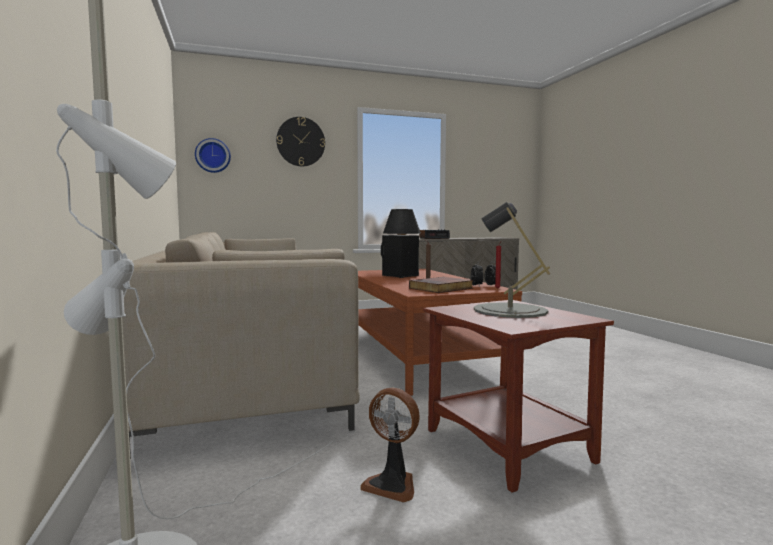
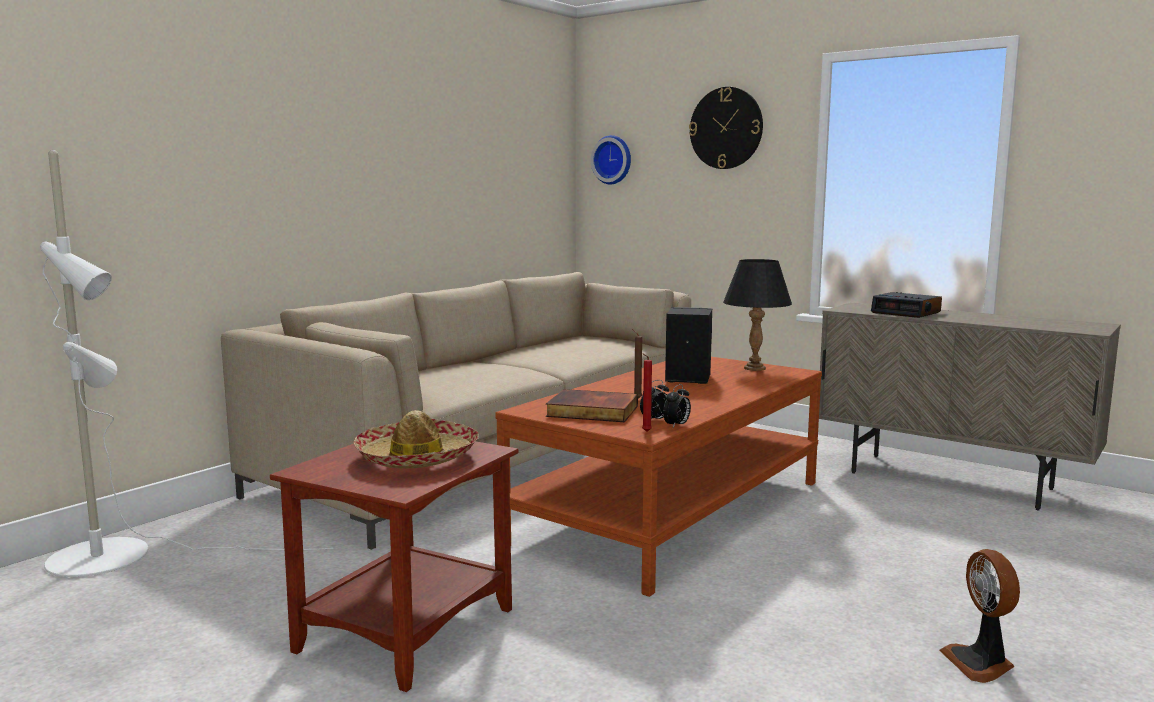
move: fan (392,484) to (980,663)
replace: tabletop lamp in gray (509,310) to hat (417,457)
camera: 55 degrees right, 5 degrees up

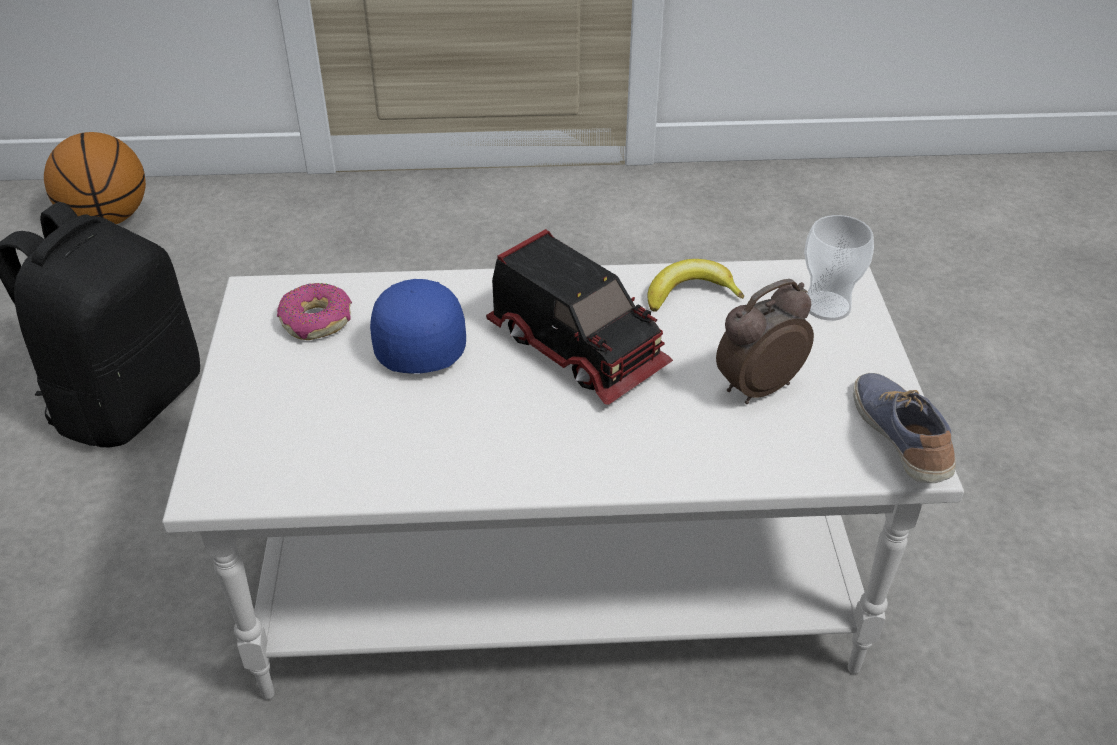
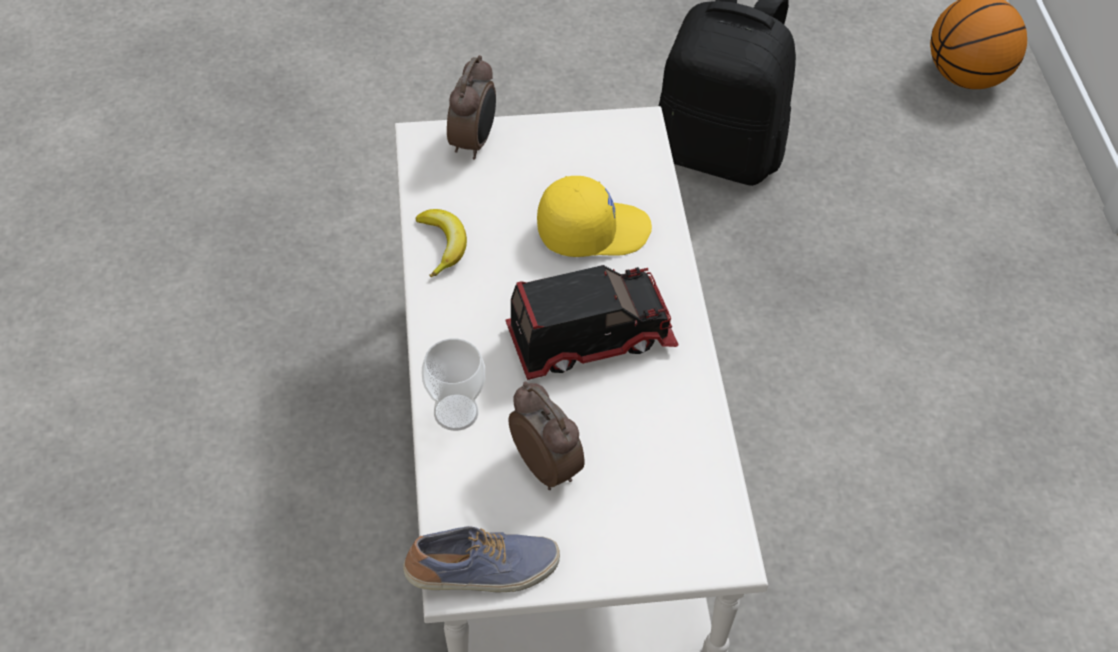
delete: ring doughnut (317,321)
insert: alarm clock (474,142)
move: banana fruit (690,293) to (442,245); drinking cup (827,306) to (456,412)
recolor: baseball cap in bluish (418,337) to baseball cap in yellowish (592,230)
rotate: toy truck (578,347) = (590,337) 150 degrees counterclockwise
camera: 85 degrees right, 10 degrees up

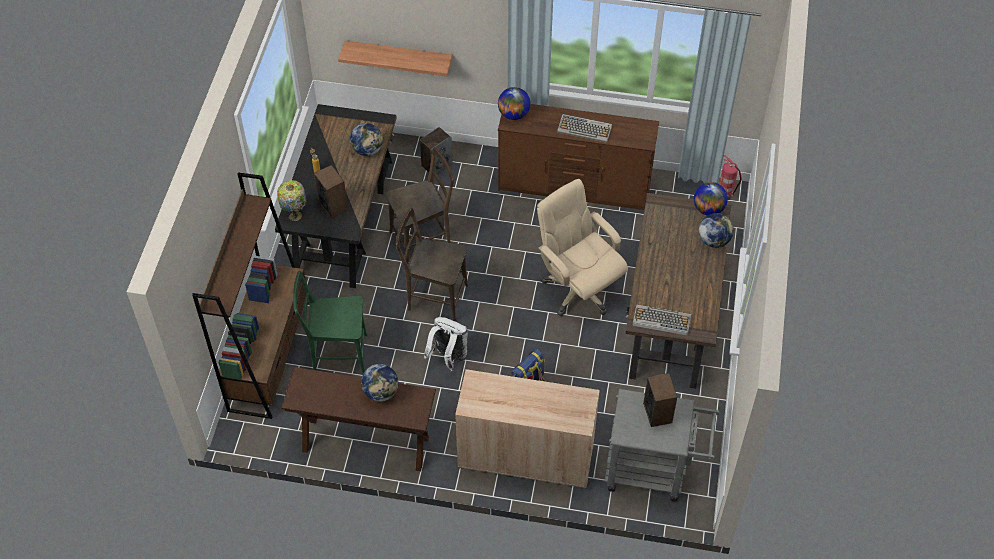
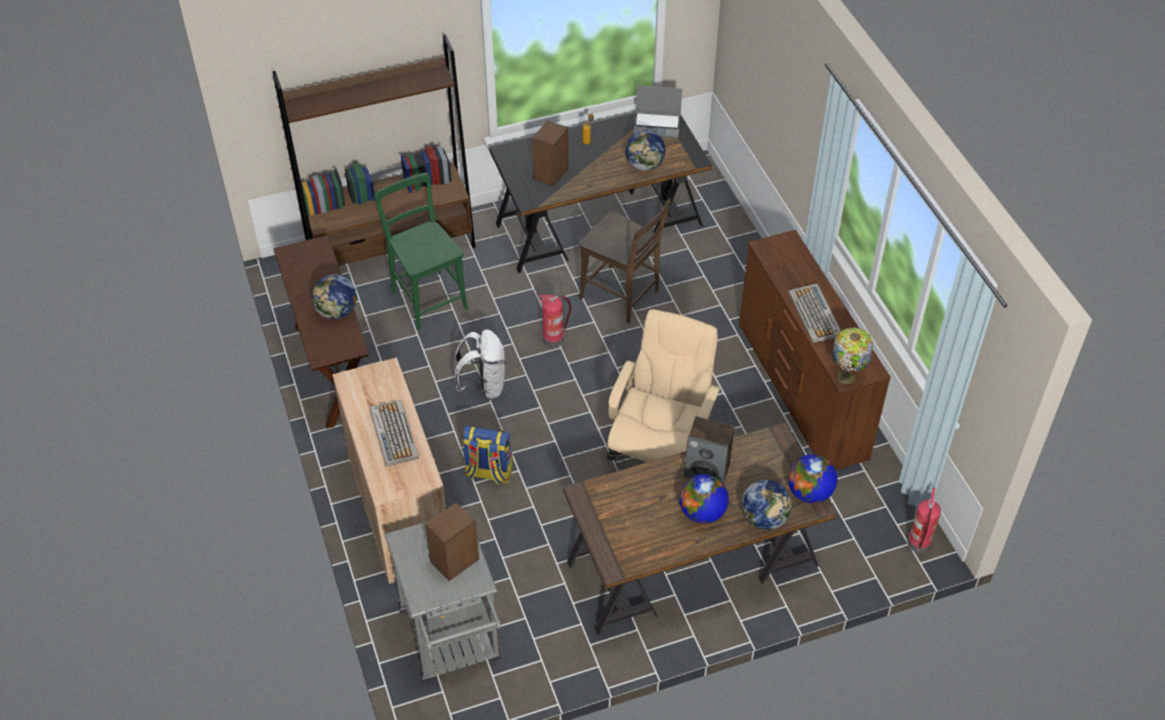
delete: wall shelf (398,56)
insert: notebook computer (657,125)
move: computer keyboard (661,320) to (393,433); globe (513,114) to (702,513); speaker (436,164) to (707,470); tabletop lamp (295,215) to (847,377)
replace: upright chair in brownish (434,296) to fire extinguisher (554,339)
camera: 60 degrees right, 5 degrees down

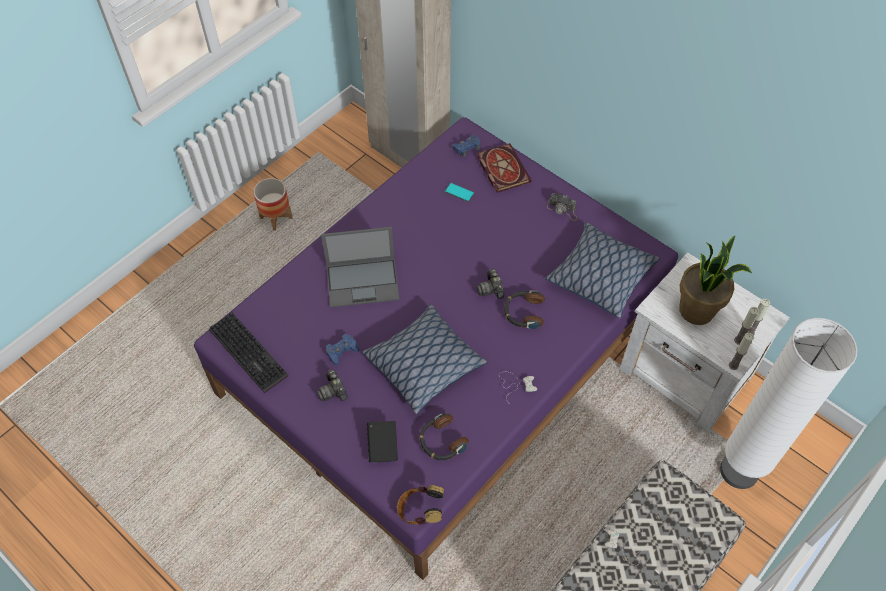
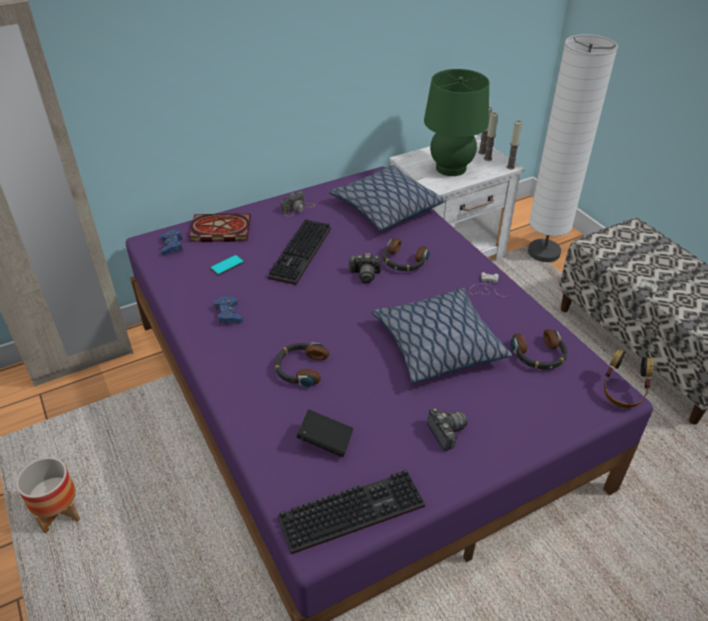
insert: computer keyboard (302,254)
move: joypad in bluish (342,351) to (228,314); book in black-coloured (383,446) to (325,442)
replace: notebook computer (363,282) to pair of headphones (300,368); houseplant (697,311) to tabletop lamp in green-coloured (451,168)
rotate: still camera (333,391) = (446,432) 105 degrees counterclockwise
camera: 70 degrees left, 15 degrees down

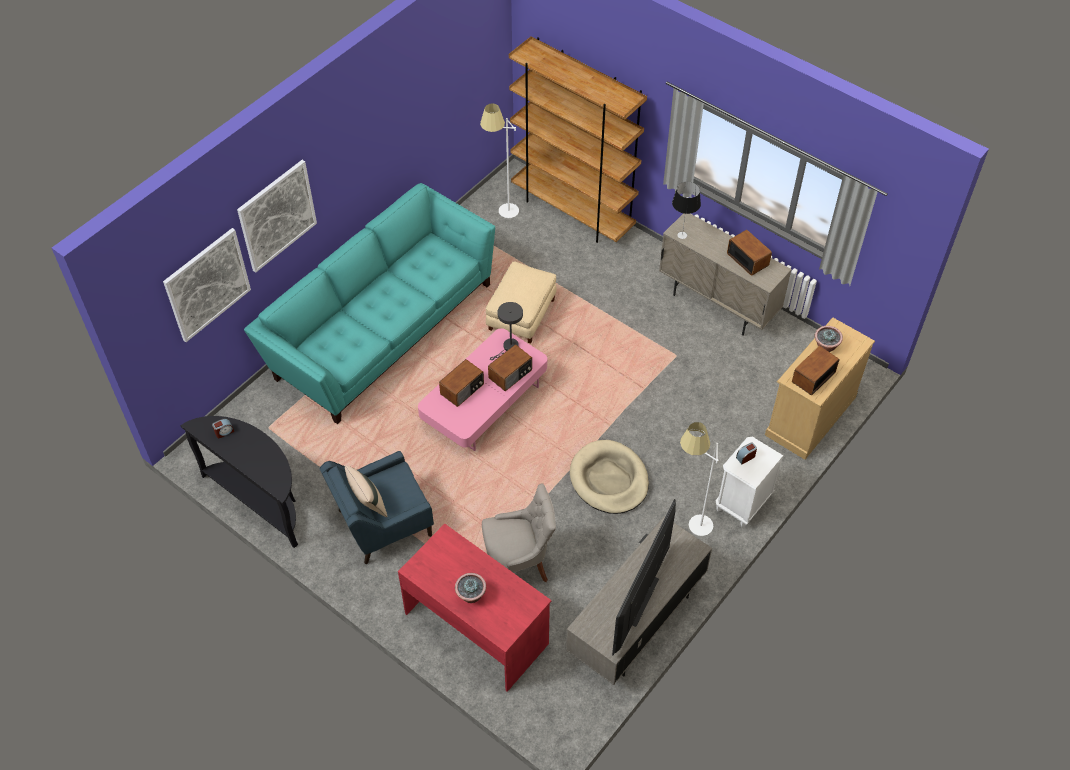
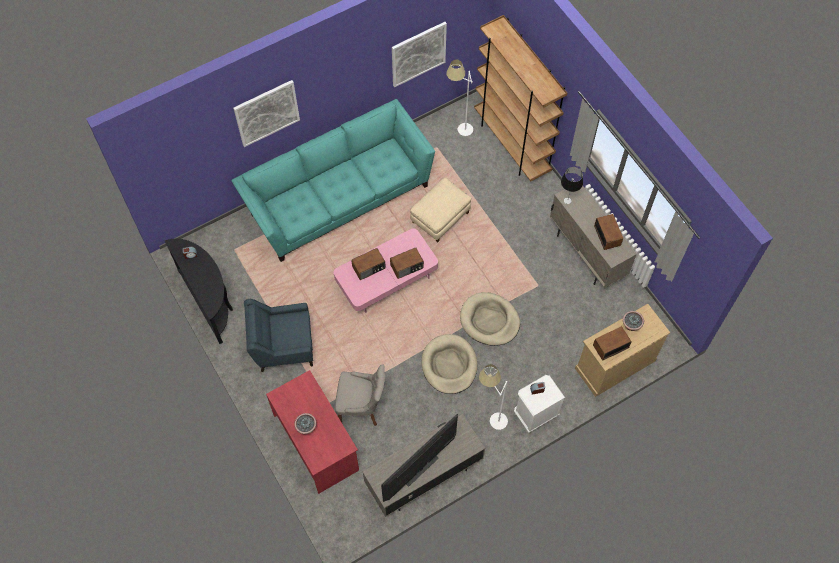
delete: cushion in beige-coloured (368,503); tabletop lamp in gray (508,348)
insert: pet bed in beige-coloured (489,320)
move: wall art (207,284) to (418,54)
camera: 20 degrees right, 10 degrees up

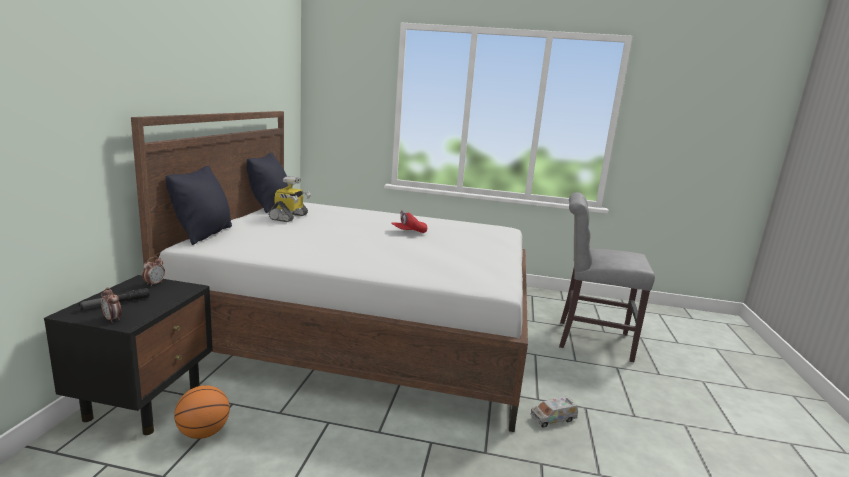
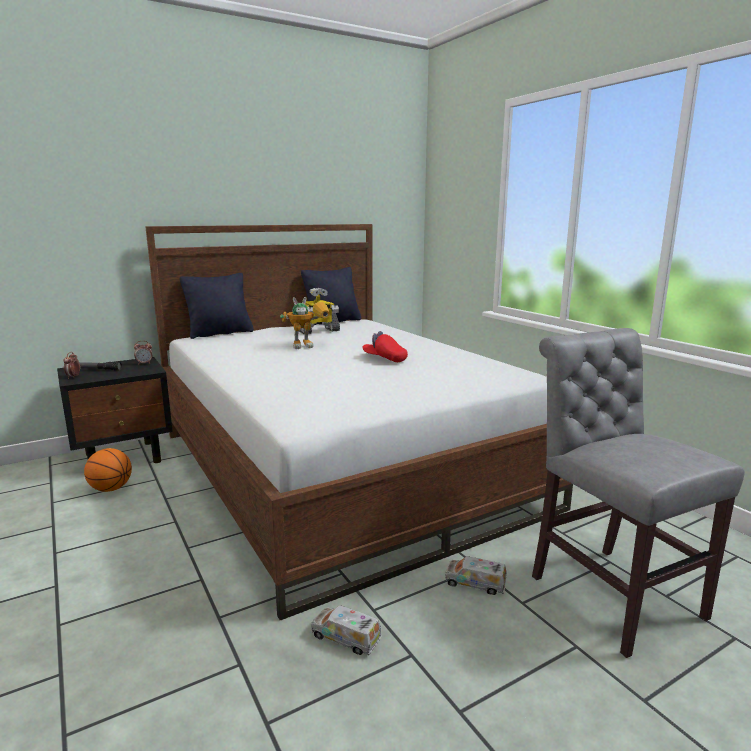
insert: toy robot (310,345); toy truck (475,583)
camera: 50 degrees right, 0 degrees up

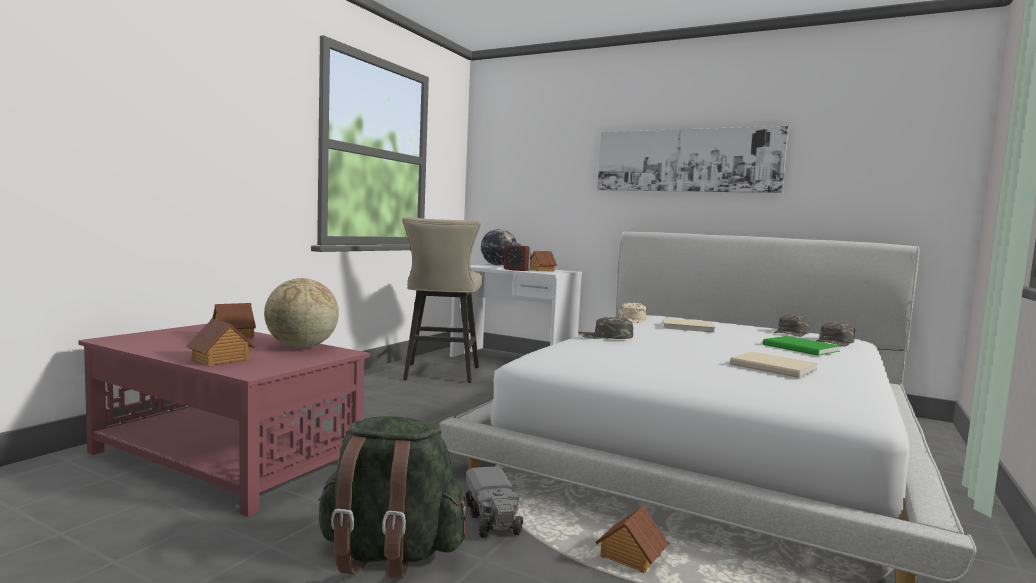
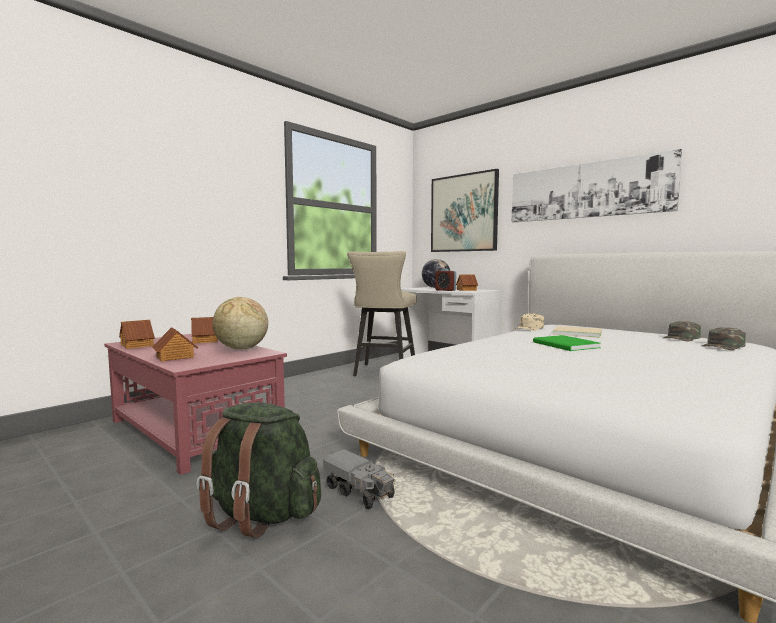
delete: baseball cap in green-coloured (605,336); book in beige-coloured (774,368)
insert: wall art (464,213)
move: model house (630,558) to (136,345); book in green-coloured (801,348) to (566,345)
rotate: toy truck (492,519) = (360,492) 45 degrees counterclockwise
camera: 15 degrees right, 0 degrees up

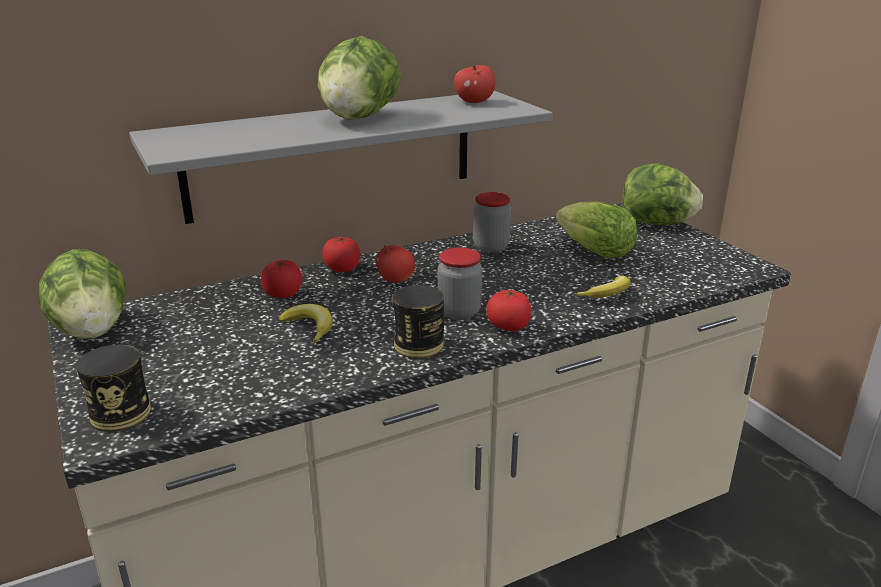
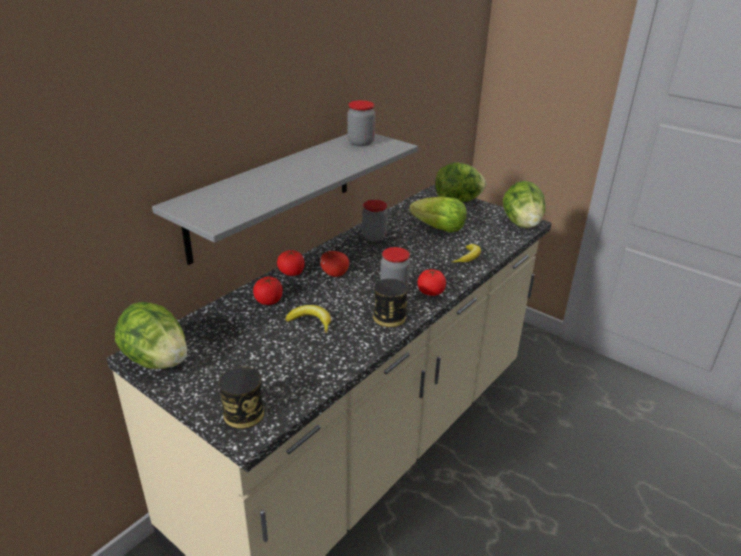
move: lettuce head (359,117) to (522,224)
replace: whole apple (474,102) to jar (360,142)
camera: 25 degrees left, 5 degrees up

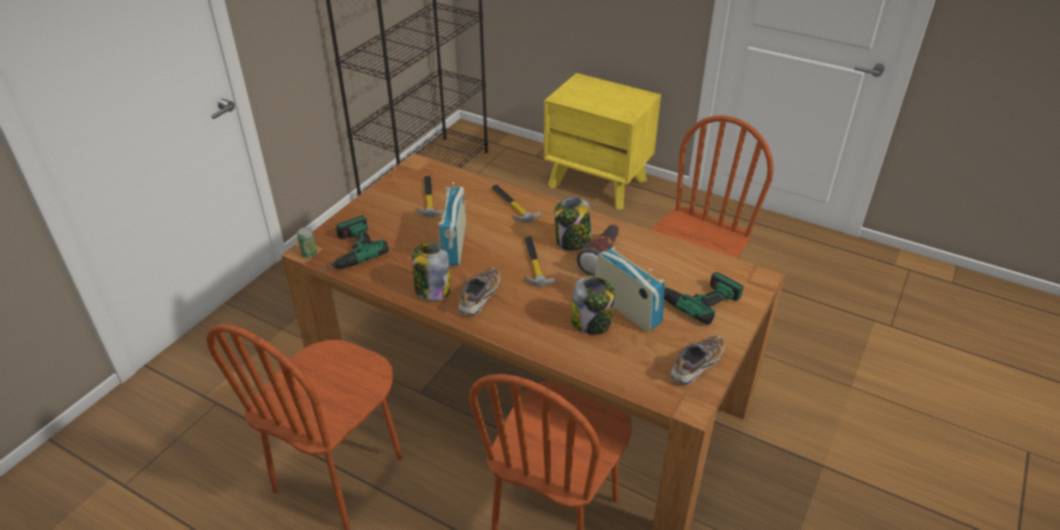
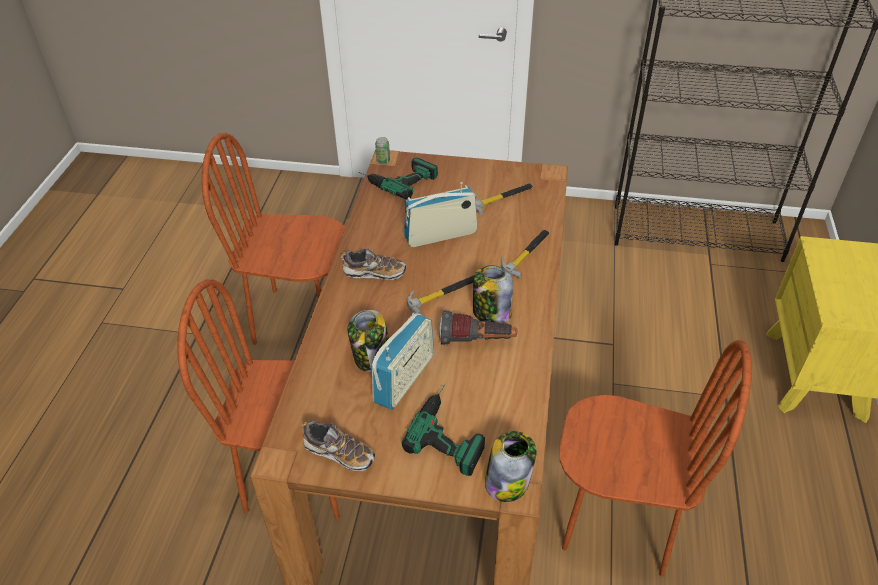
move: jar (432,290) to (507,481)
camera: 70 degrees right, 5 degrees up

